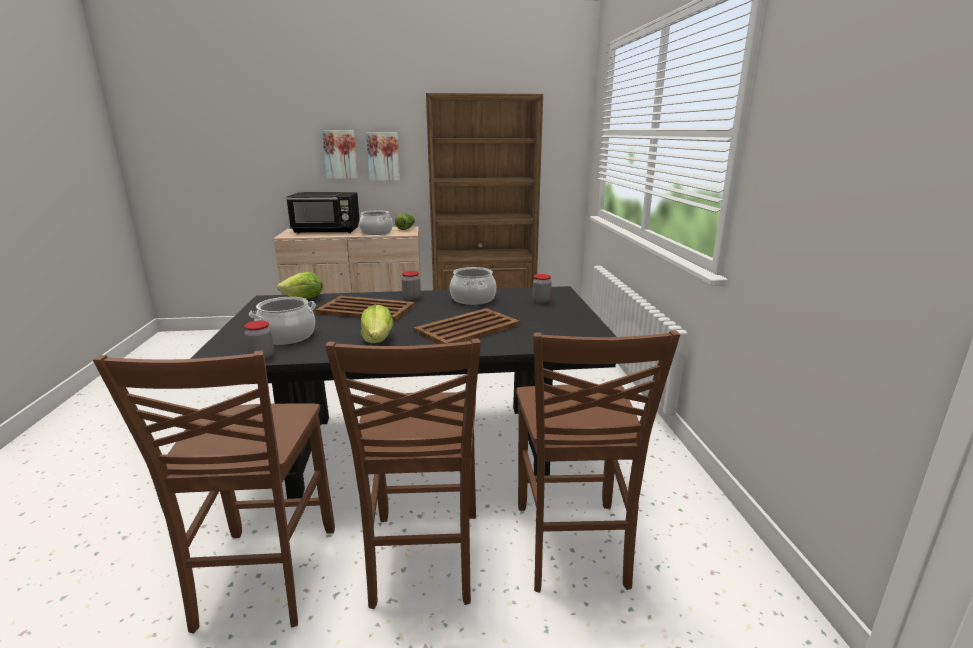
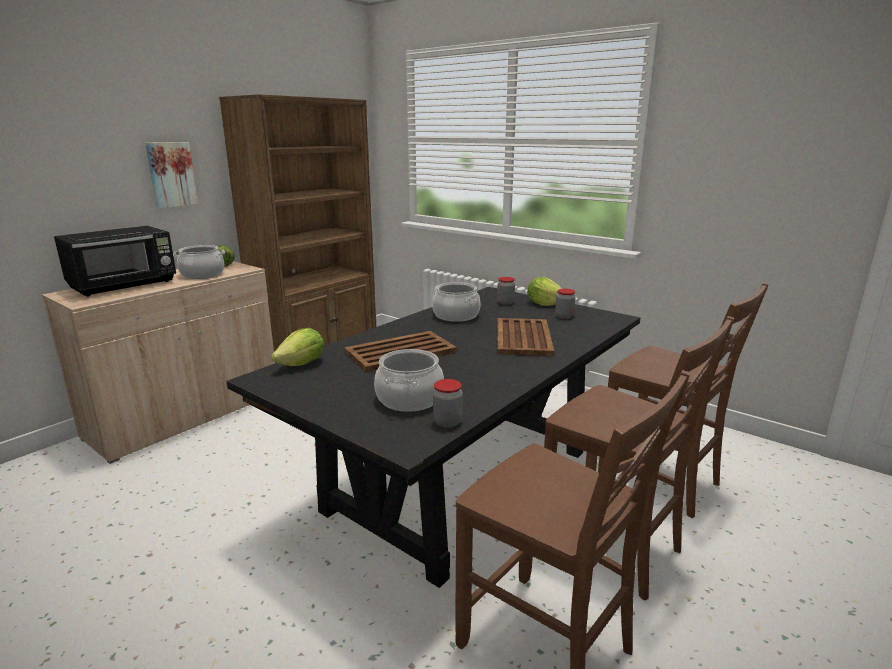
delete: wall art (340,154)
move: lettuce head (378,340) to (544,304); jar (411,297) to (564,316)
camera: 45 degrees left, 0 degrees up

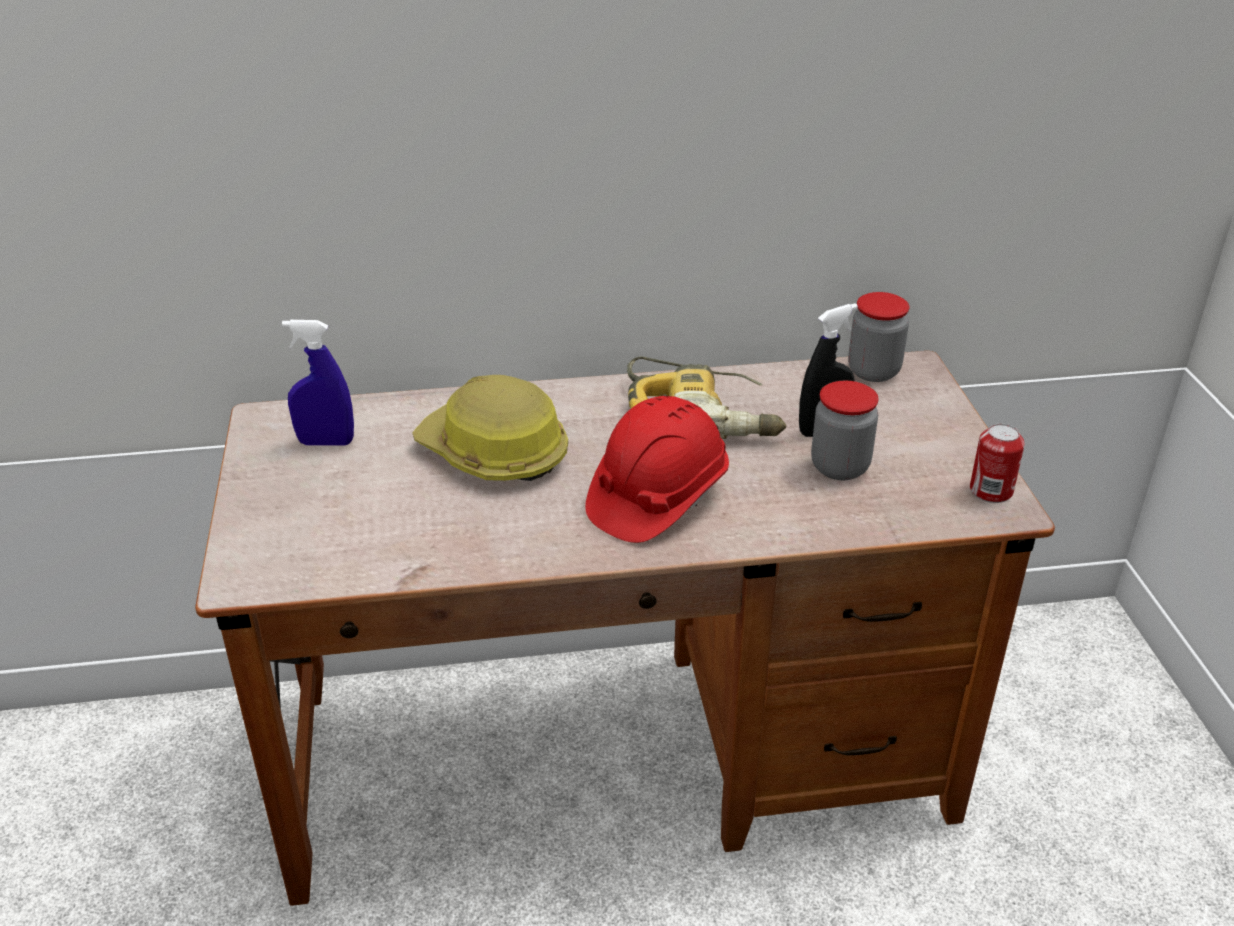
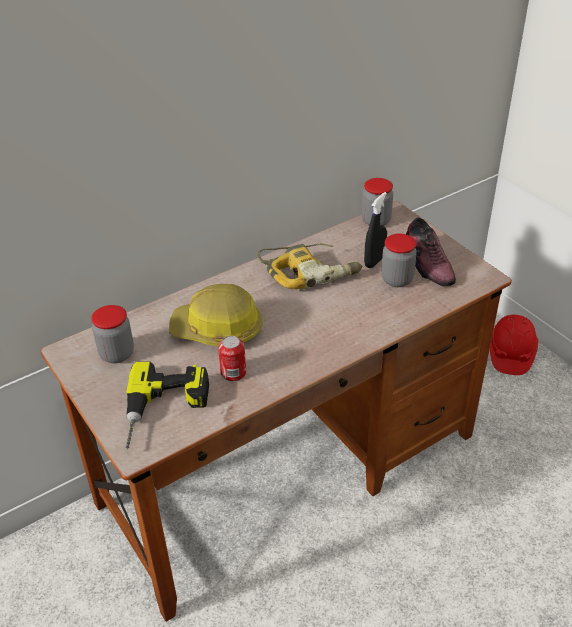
insert: power drill (165,411); low shoe (427,264)
move: can (991,491) to (233,373); safety helmet in reddish (656,497) to (510,353)
replace: spray bottle in bluish (326,442) to jar (117,354)
camera: 25 degrees left, 5 degrees up

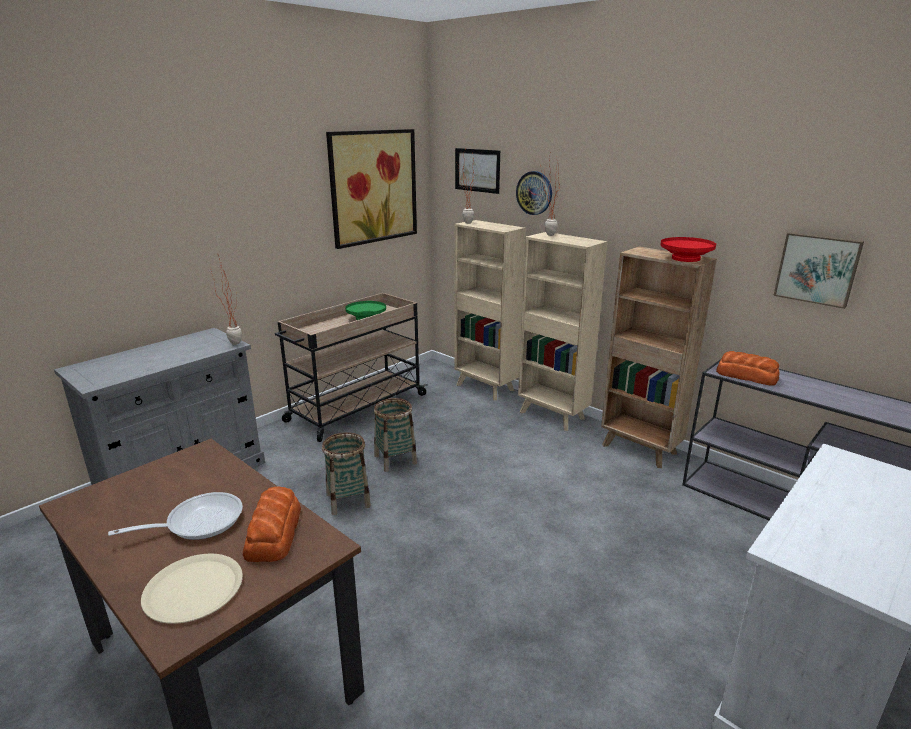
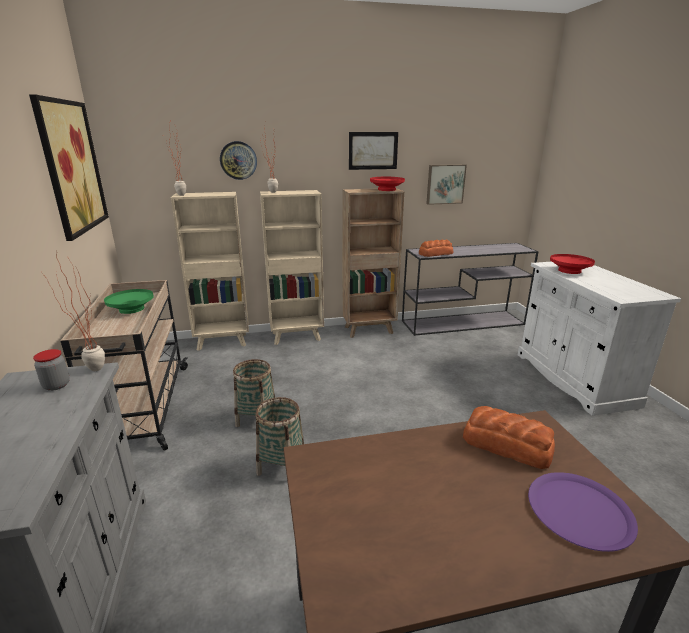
delete: skillet (198,522)
insert: jar (56,385); serving bowl in reddish (569,271)
move: wall art (477,170) to (373,150)
recolor: plate in beige-coloured (193,589) to plate in purplish (579,511)
camera: 55 degrees left, 0 degrees up

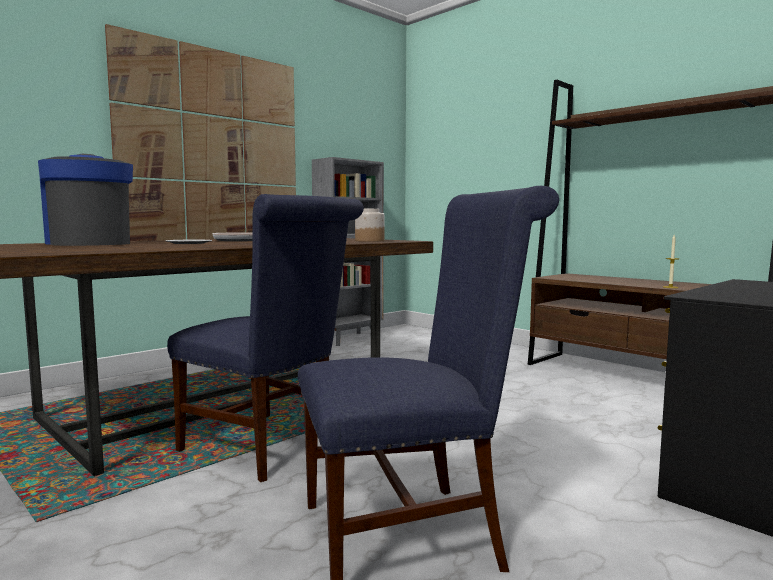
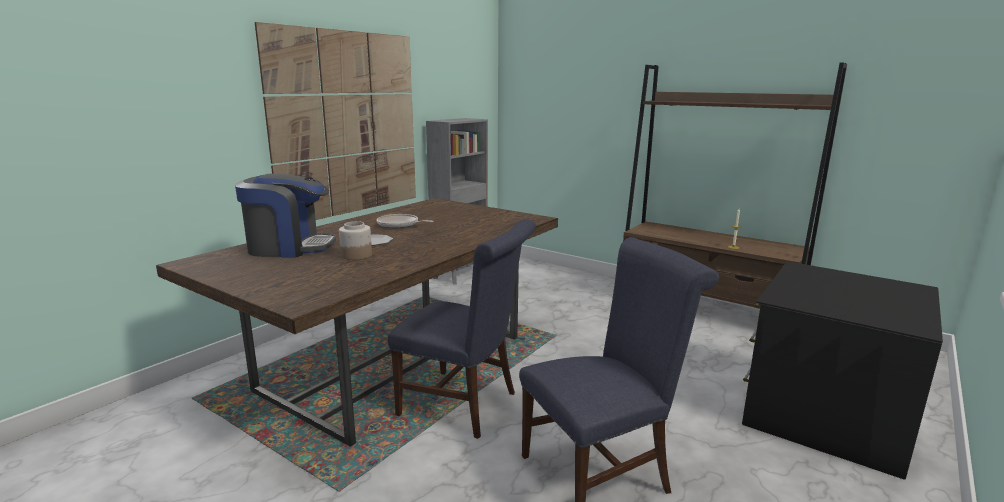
move: jar (369,241) to (356,255)
rotate: coffee machine (89,243) = (289,247) 135 degrees clockwise
camera: 10 degrees left, 10 degrees up

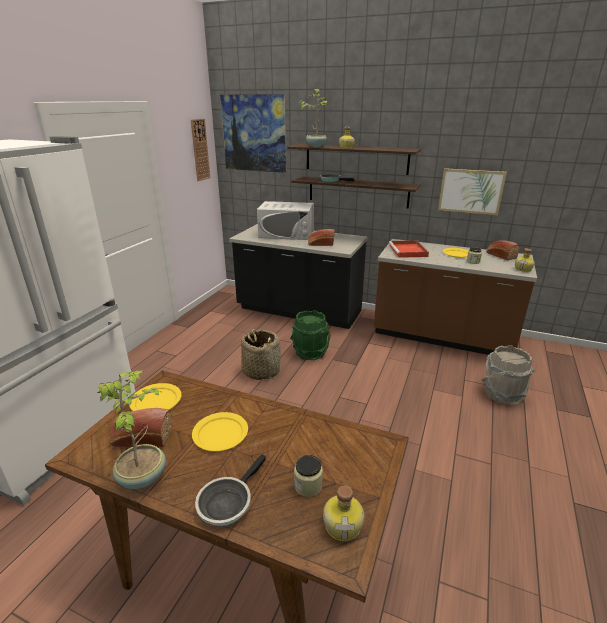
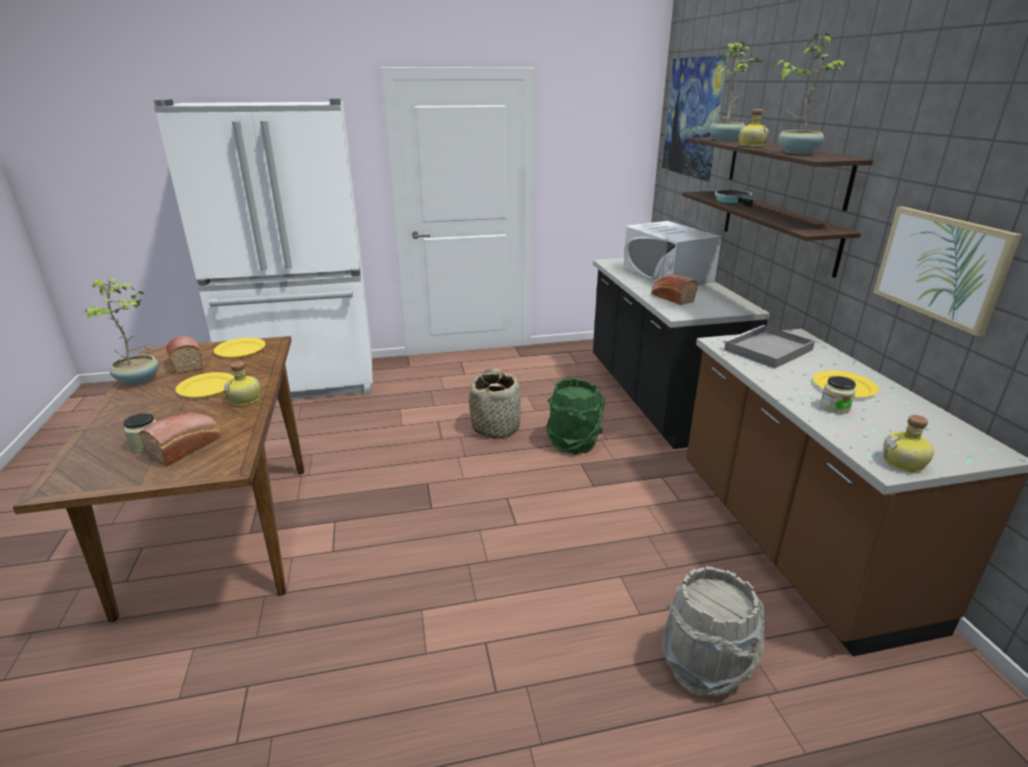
delete: wall clock (200,150); skillet (227,502)
insert: houseplant (797,152)
move: bread (500,255) to (187,447); bottle (343,525) to (246,399)
recolor: serving tray in reddish (408,251) to serving tray in gray (767,350)
camera: 55 degrees right, 0 degrees up

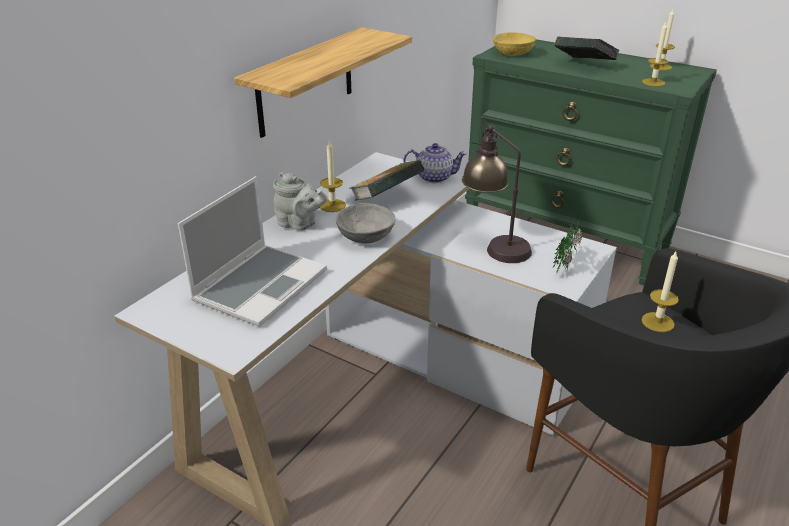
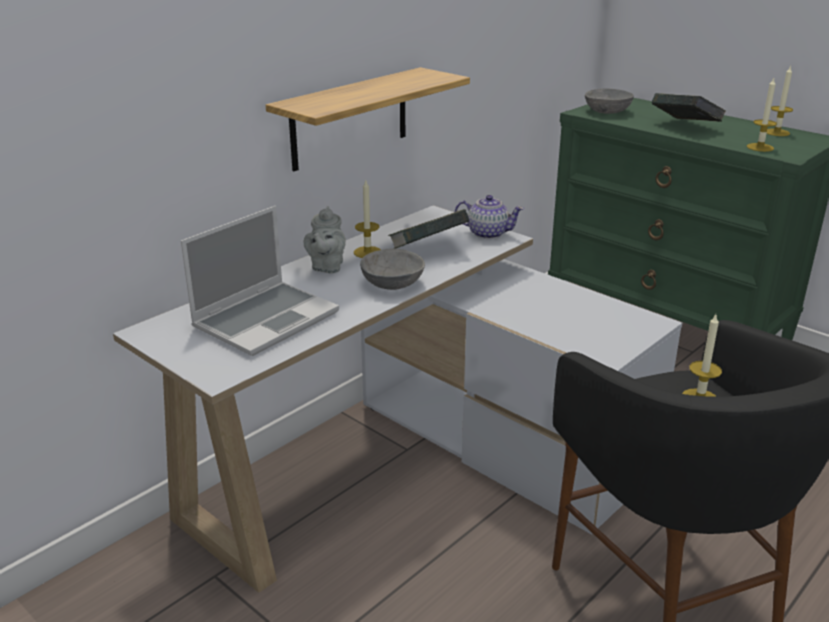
delete: tabletop lamp (494,245); houseplant (563,266)
recolor: serving bowl in yellowish (513,53) to serving bowl in gray (608,111)
rotate: pot for tea in gray (299,224) = (326,267) 60 degrees clockwise
camera: 10 degrees right, 5 degrees down

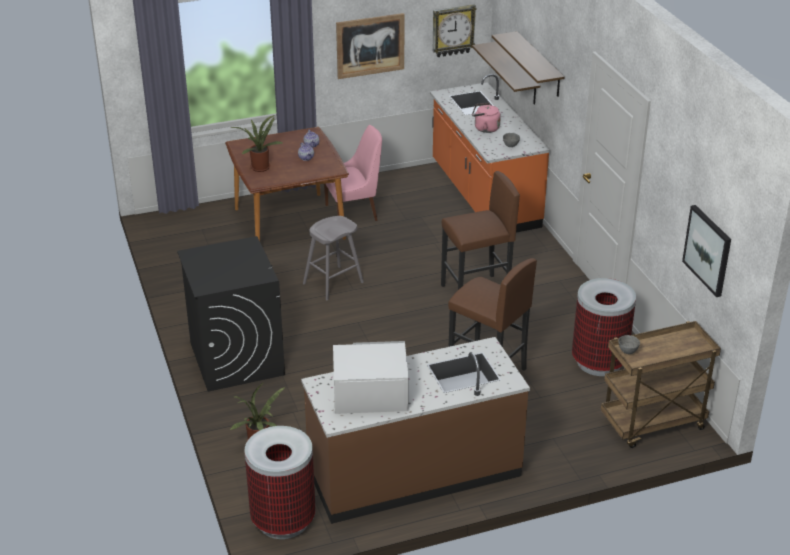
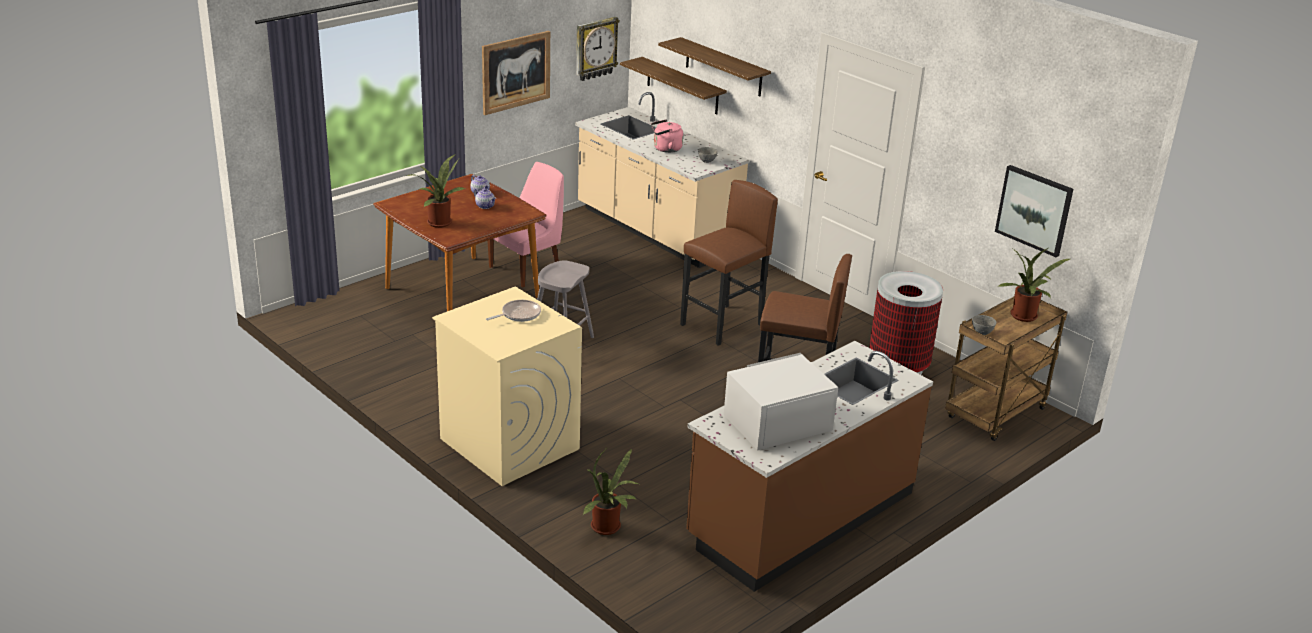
delete: waste bin (283,520)
insert: skillet (518,314); houseplant (1024,317)
recolor: laundry appliance in black-coloured (236,358) to laundry appliance in beige-coloured (508,443); kitchen base unit in orange-coloured (483,195) to kitchen base unit in beige-coloured (655,231)
camera: 25 degrees left, 5 degrees down

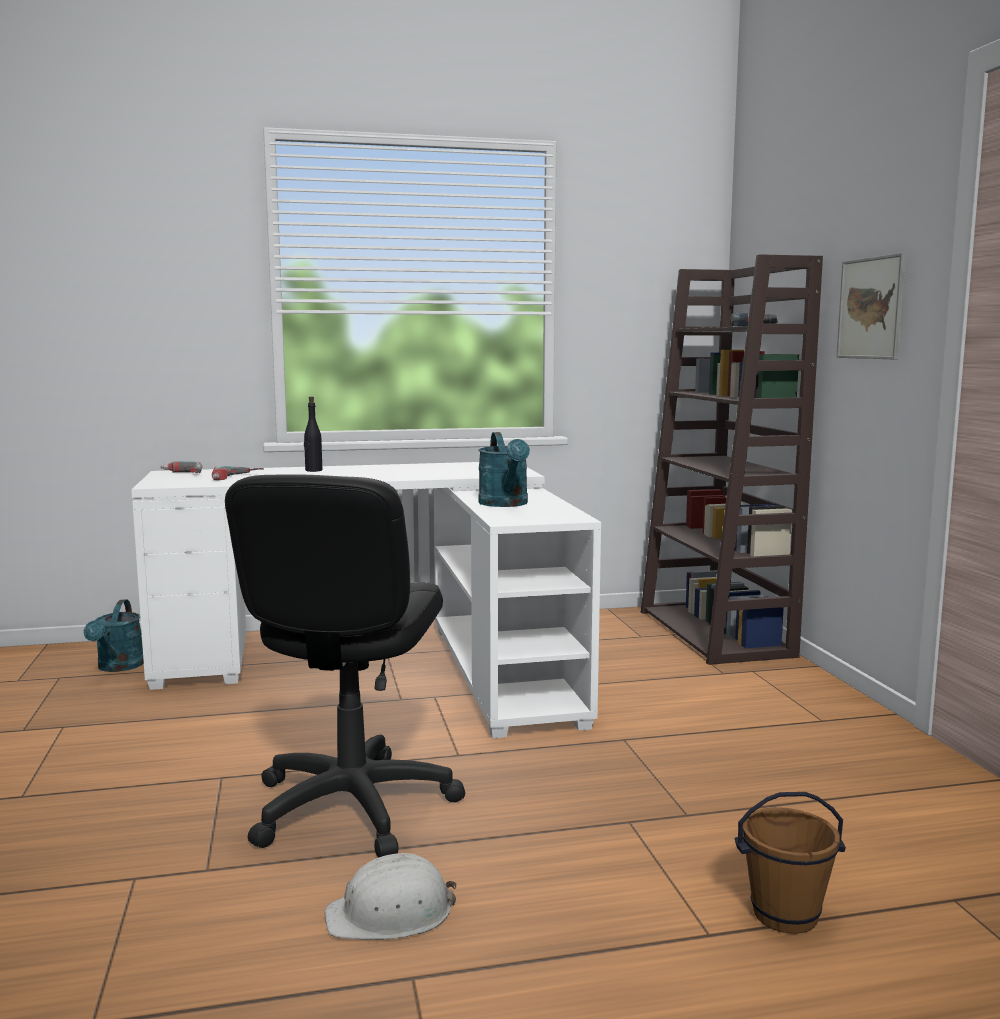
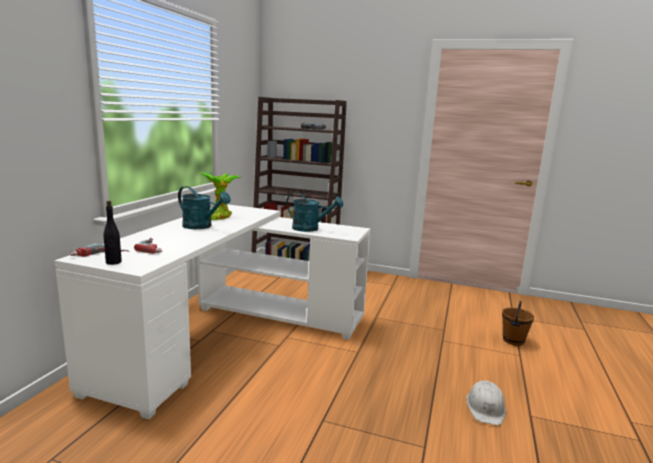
delete: computer chair in black-coloured (351,806); wall art (871,308)
insert: houseplant (218,216)
move: bottle in black-coloured (313,470) to (113,262); watering can in turquoise (118,667) to (201,226)
camera: 60 degrees left, 5 degrees up

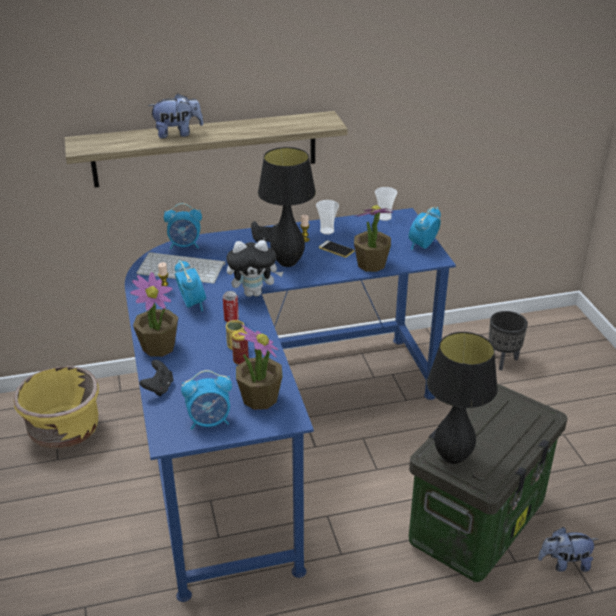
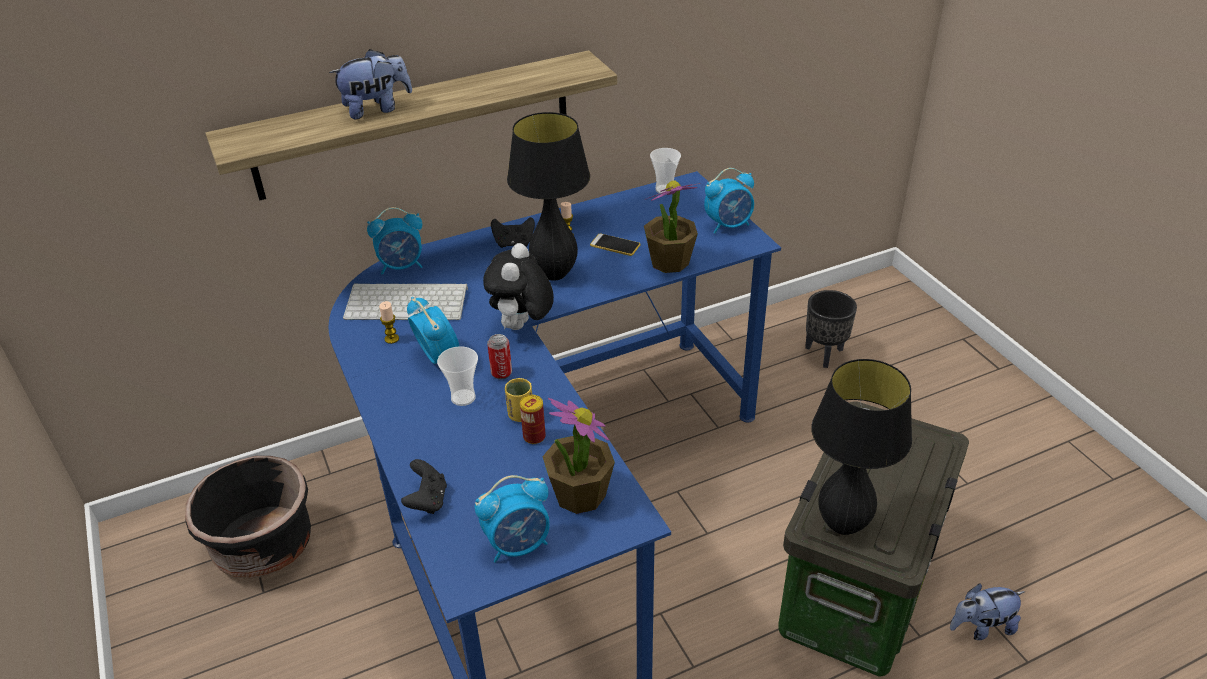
delete: houseplant (158,347)
move: drinking cup (327,231) to (463,397)
recolor: plant pot in yellowish (64,431) to plant pot in black-coloured (264,547)
rotate: soft toy (254,293) = (522,327) 120 degrees clockwise; alarm clock (422,246) = (728,225) 135 degrees counterclockwise
camera: 10 degrees left, 5 degrees up

